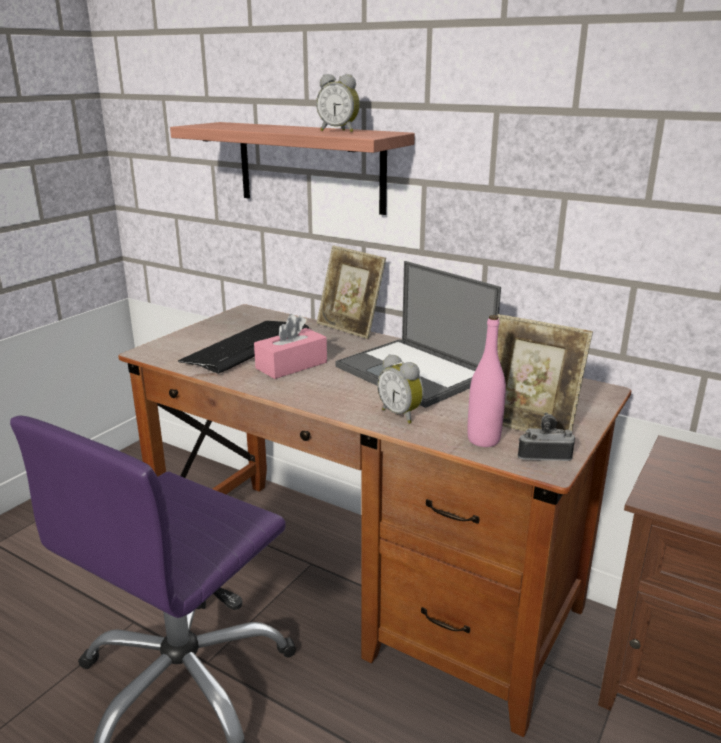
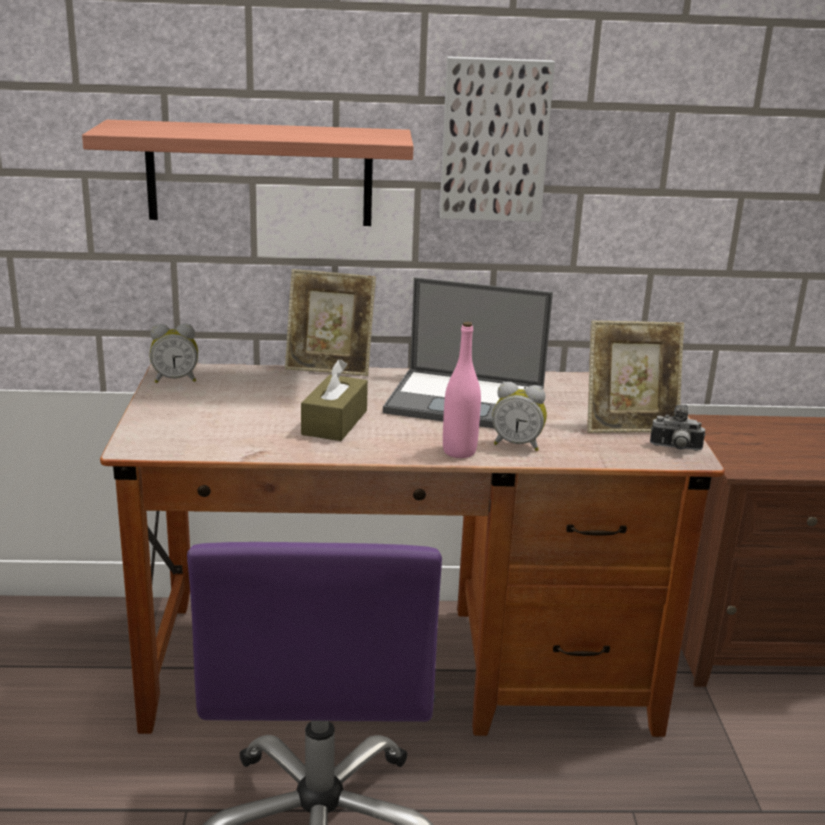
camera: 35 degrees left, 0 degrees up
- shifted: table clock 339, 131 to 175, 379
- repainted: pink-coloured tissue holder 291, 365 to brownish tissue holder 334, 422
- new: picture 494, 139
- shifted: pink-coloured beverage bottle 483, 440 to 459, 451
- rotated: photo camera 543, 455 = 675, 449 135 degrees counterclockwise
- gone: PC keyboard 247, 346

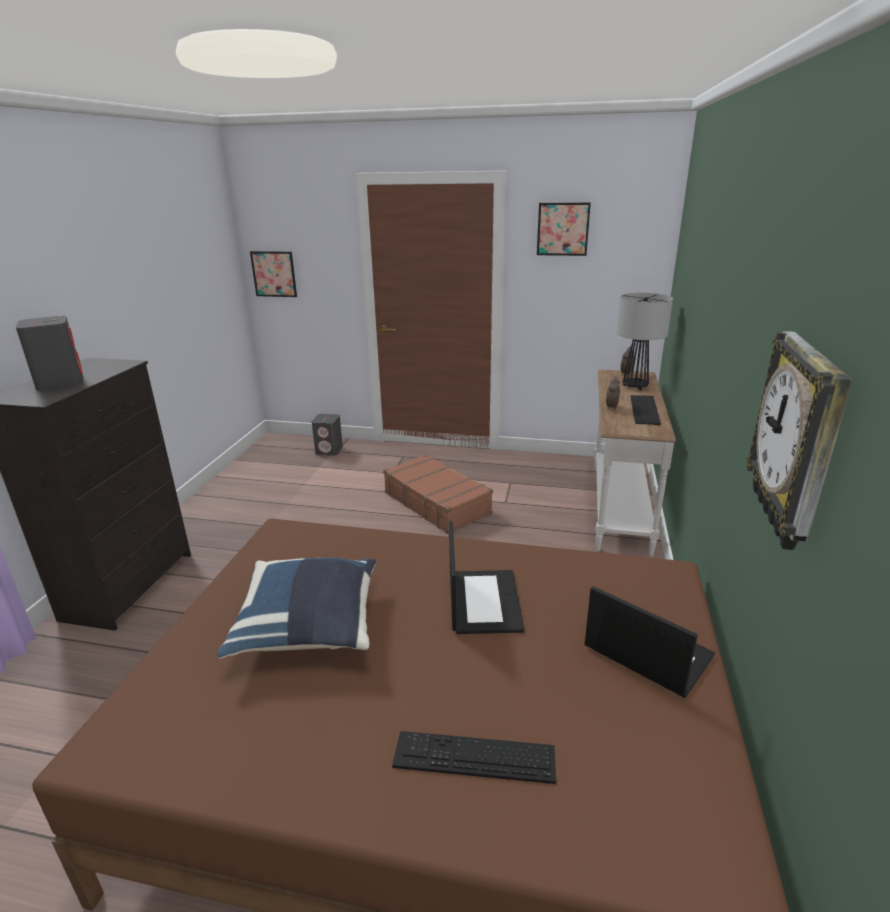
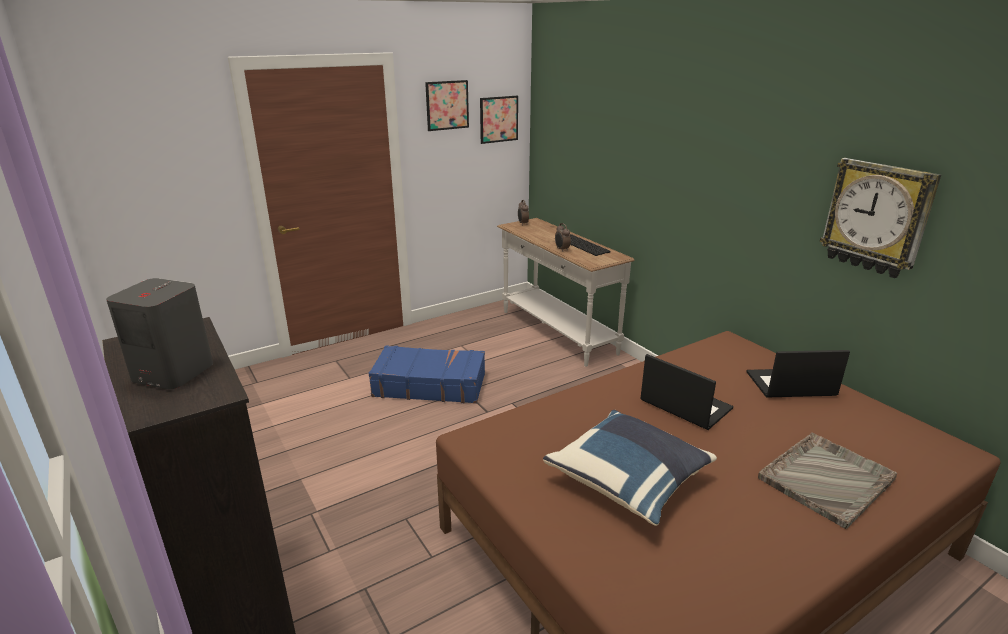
camera: 45 degrees left, 0 degrees up
- repainted: brownish travel case 437, 503 to blue travel case 429, 385
- shifted: picture 274, 274 to 498, 119
- swapped: PC keyboard 474, 756 to gray serving tray 827, 479
- gone: gray audio speaker 329, 450
- gone: tabletop lamp 634, 386

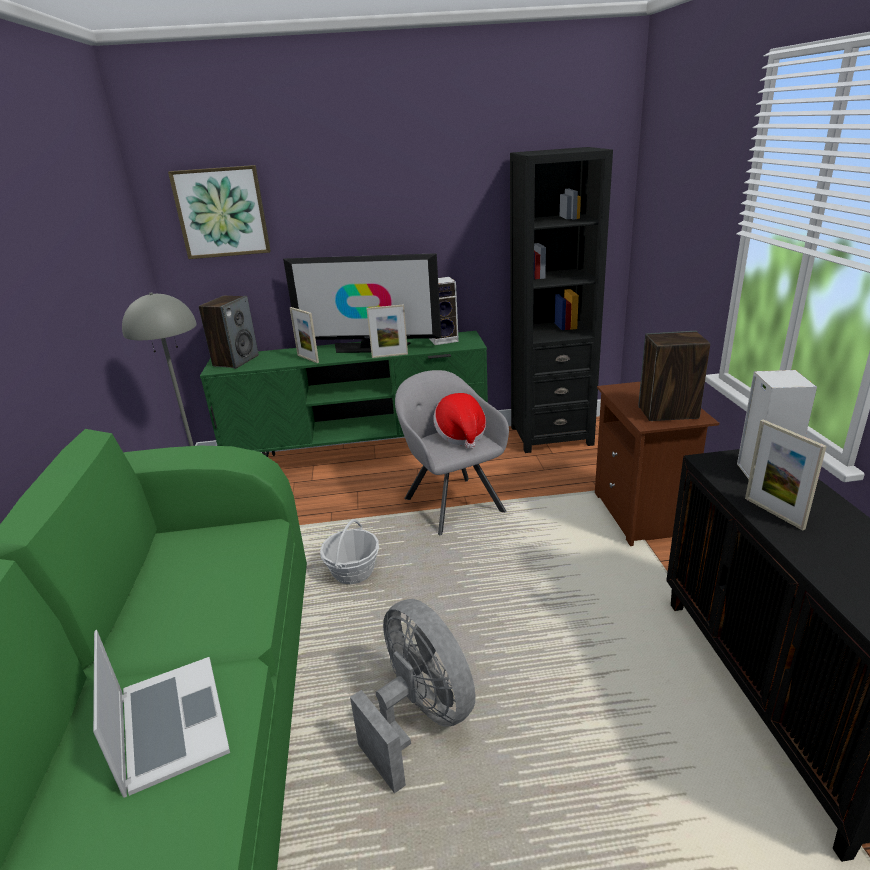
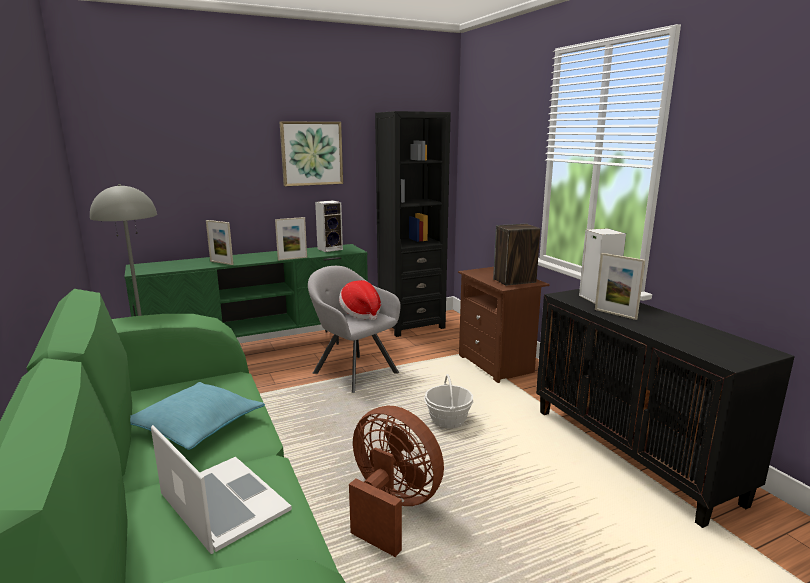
camera: 20 degrees left, 10 degrees down
- new: blue-green pillow 196, 425
- shifted: picture 221, 212 to 311, 153
- repainted: gray electric fan 420, 718 to brownish electric fan 391, 508
- shifted: household basket 353, 572 to 448, 420
- gone: audio speaker 236, 361
- gone: TV set 369, 348

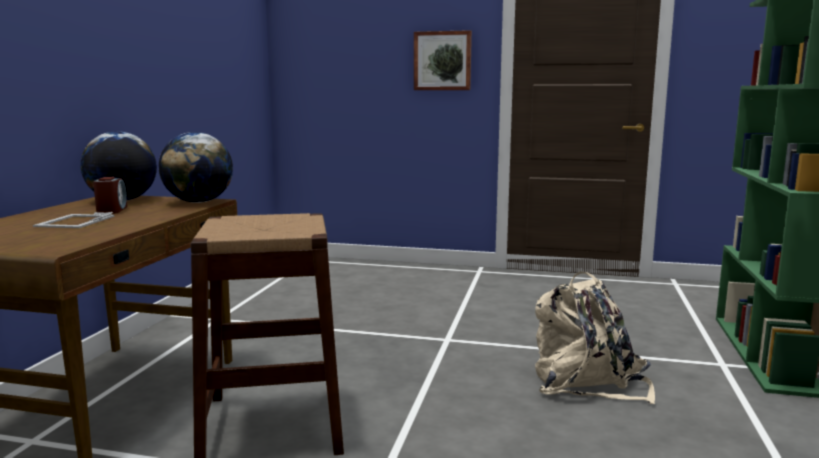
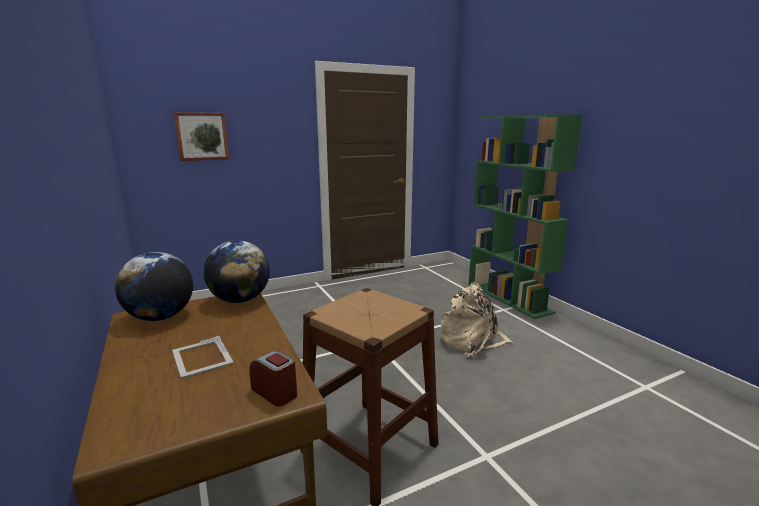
camera: 40 degrees left, 5 degrees up
- shifted: picture 442, 61 to 202, 136
- shifted: table clock 112, 210 to 275, 392

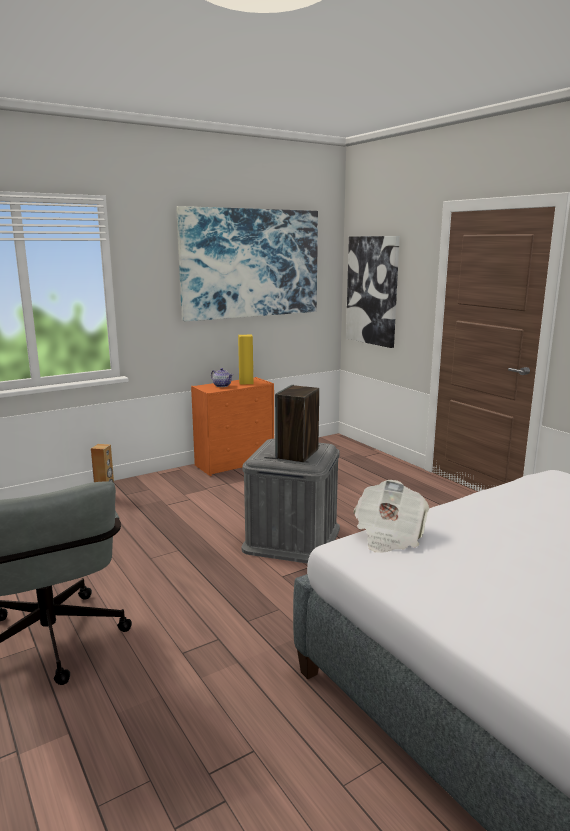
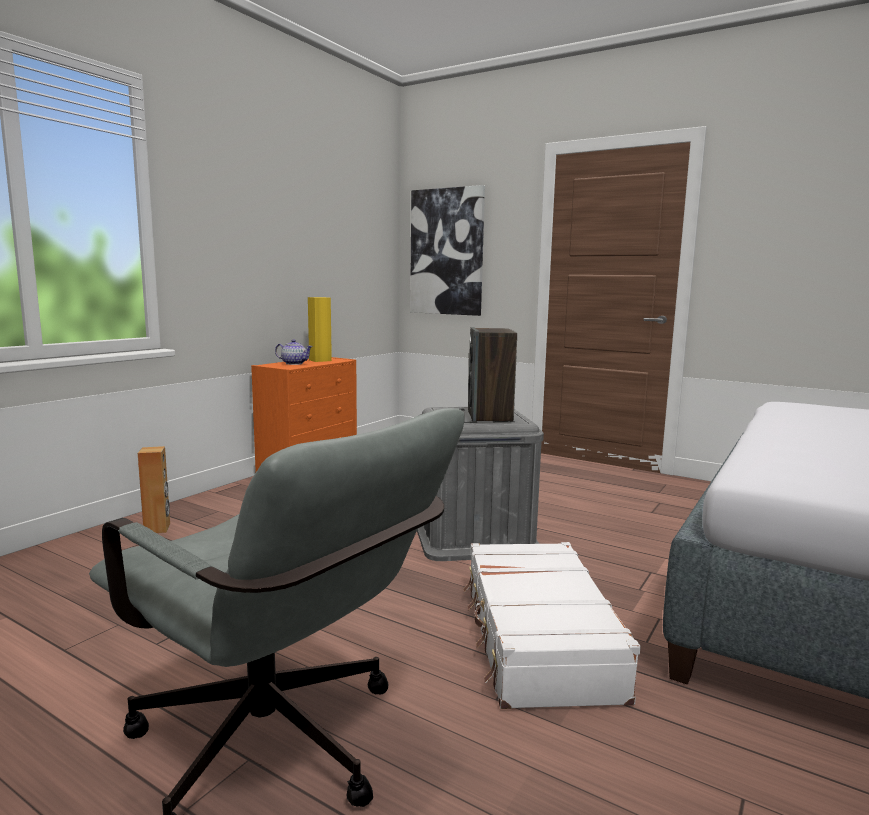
camera: 25 degrees left, 5 degrees down
- new: white-coloured travel case 537, 639
- gone: picture 251, 263
- gone: printed paper 389, 535

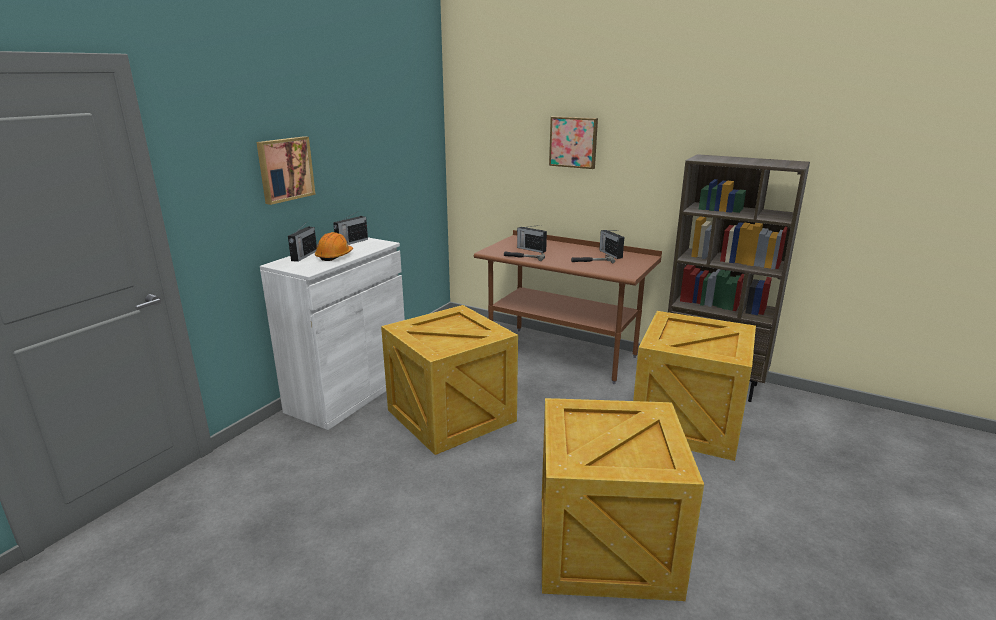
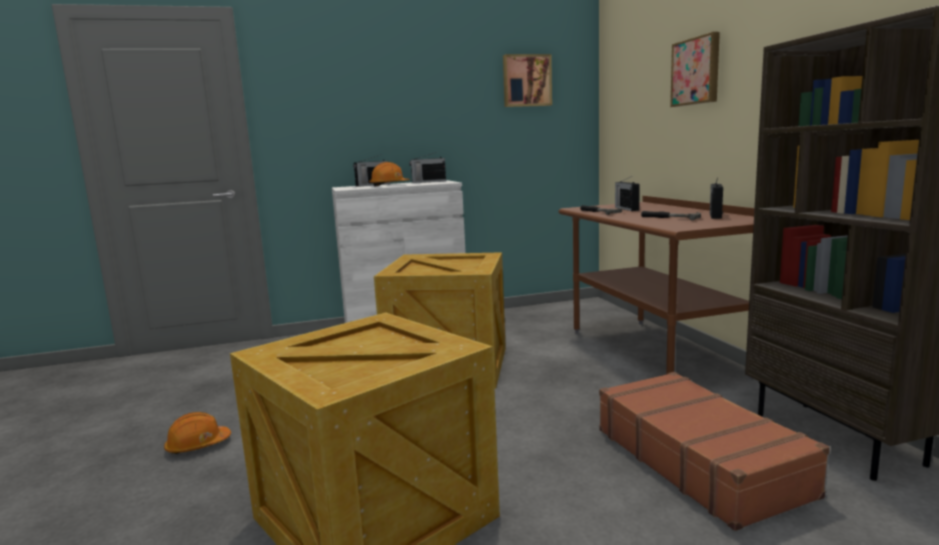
camera: 45 degrees right, 10 degrees down
- new: orange-coloured hard hat 198, 445
- shifted: picture 285, 169 to 526, 81
- swapped: packing crate 685, 423 to brownish travel case 699, 460

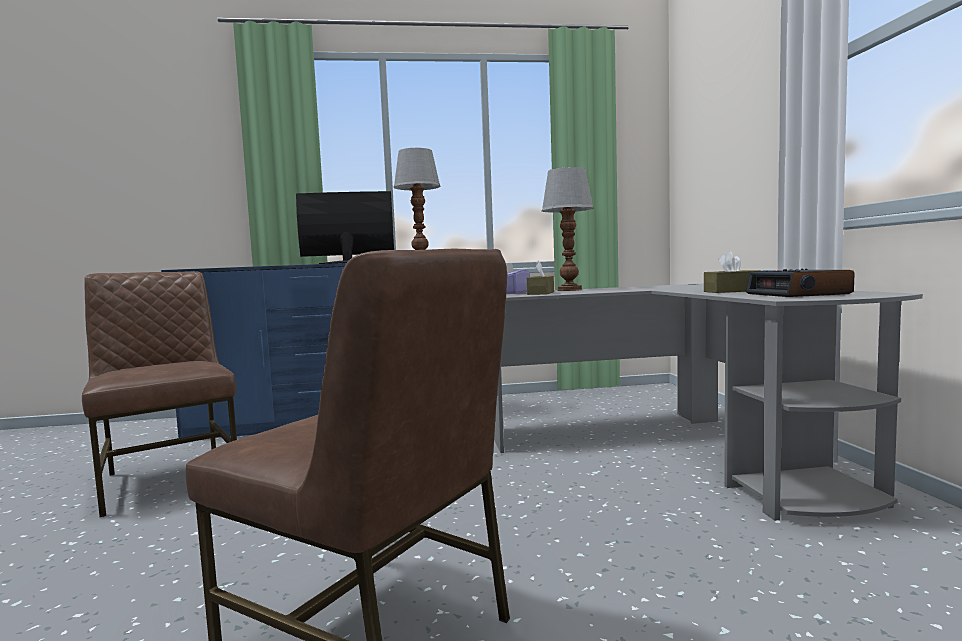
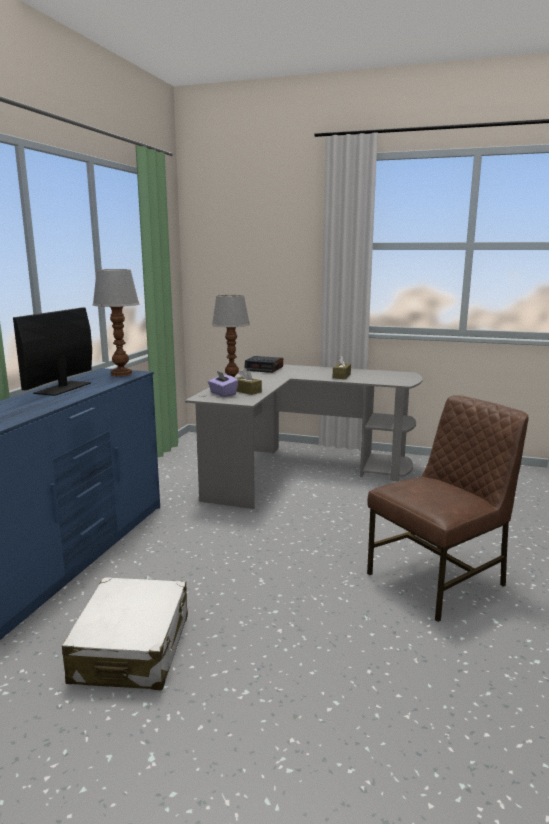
camera: 65 degrees left, 10 degrees up
- swapped: brownish chair 170, 478 to white-coloured travel case 132, 649
- shifted: table clock 798, 294 to 264, 369

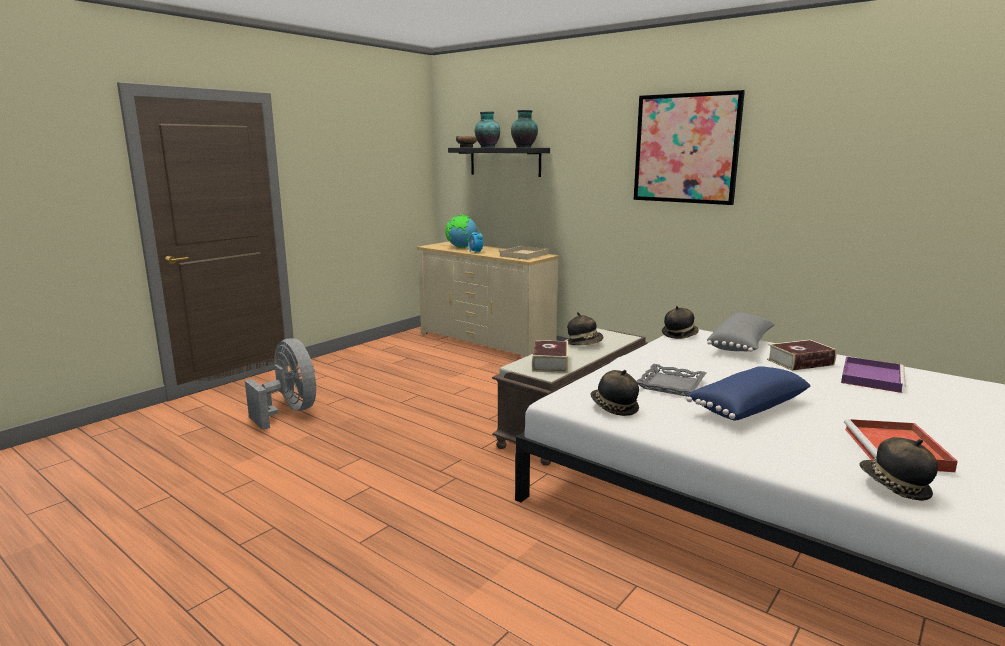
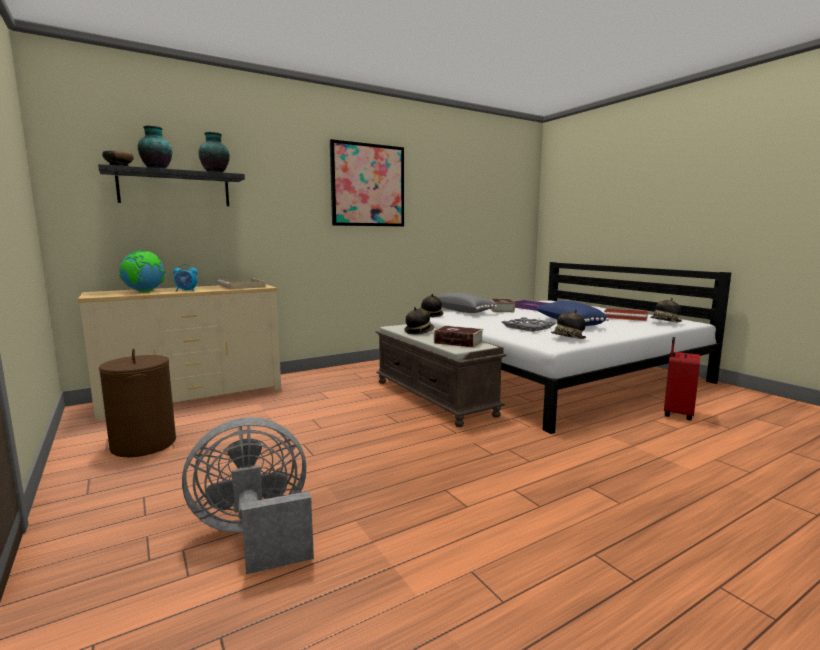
camera: 70 degrees left, 5 degrees down
- new: brownish washing basket 143, 444
- new: reddish travel case 676, 414

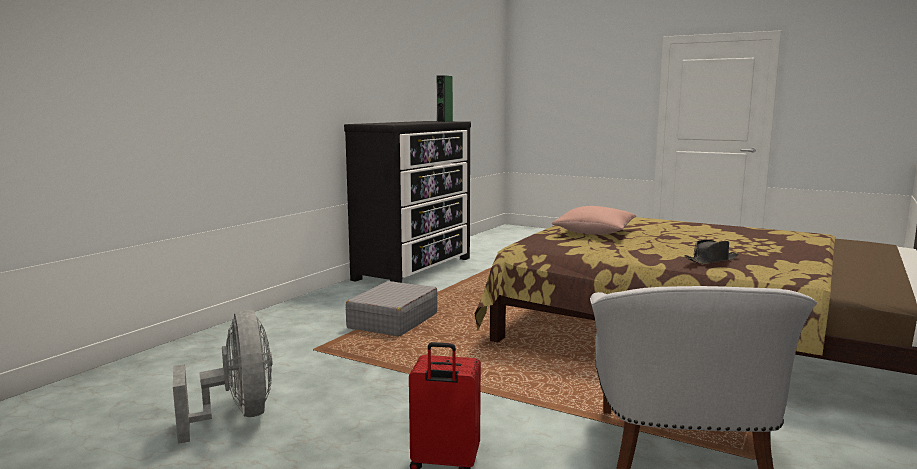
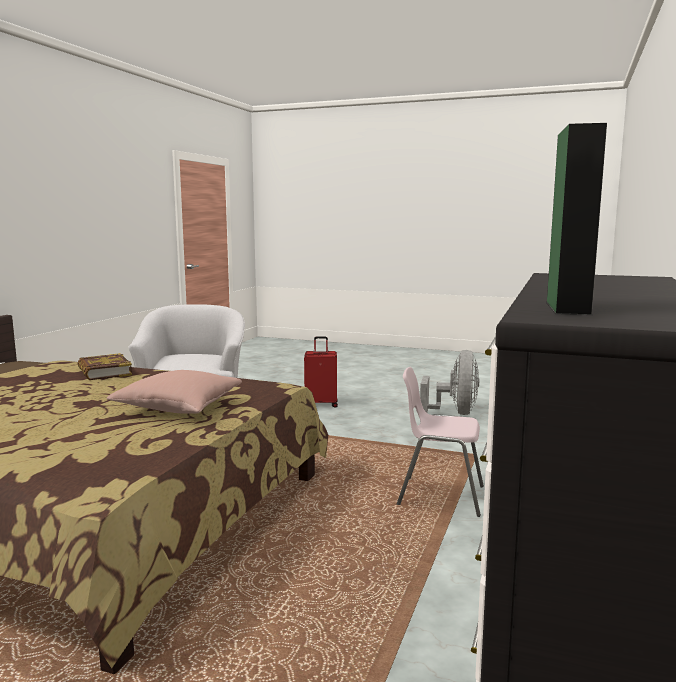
camera: 170 degrees right, 0 degrees up
- swapped: black-coloured wearable hat 711, 260 to volume 104, 372
- swapped: gray travel case 392, 321 to pink-coloured chair 440, 496
- rotated: gray electric fan 237, 416 = 455, 413 135 degrees counterclockwise

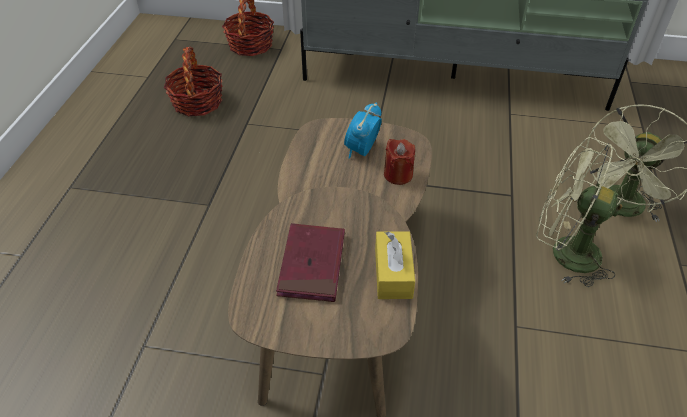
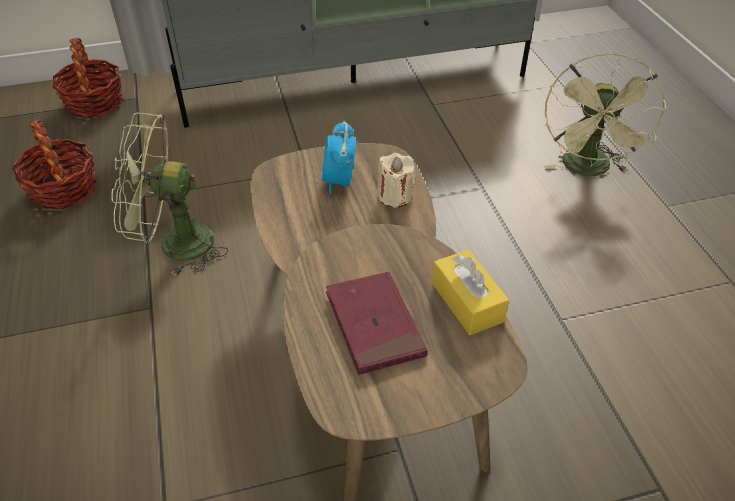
camera: 25 degrees left, 0 degrees up
- shifted: greenish electric fan 564, 253 to 174, 244
- repainted: reddish candle 398, 175 to beige candle 395, 196

